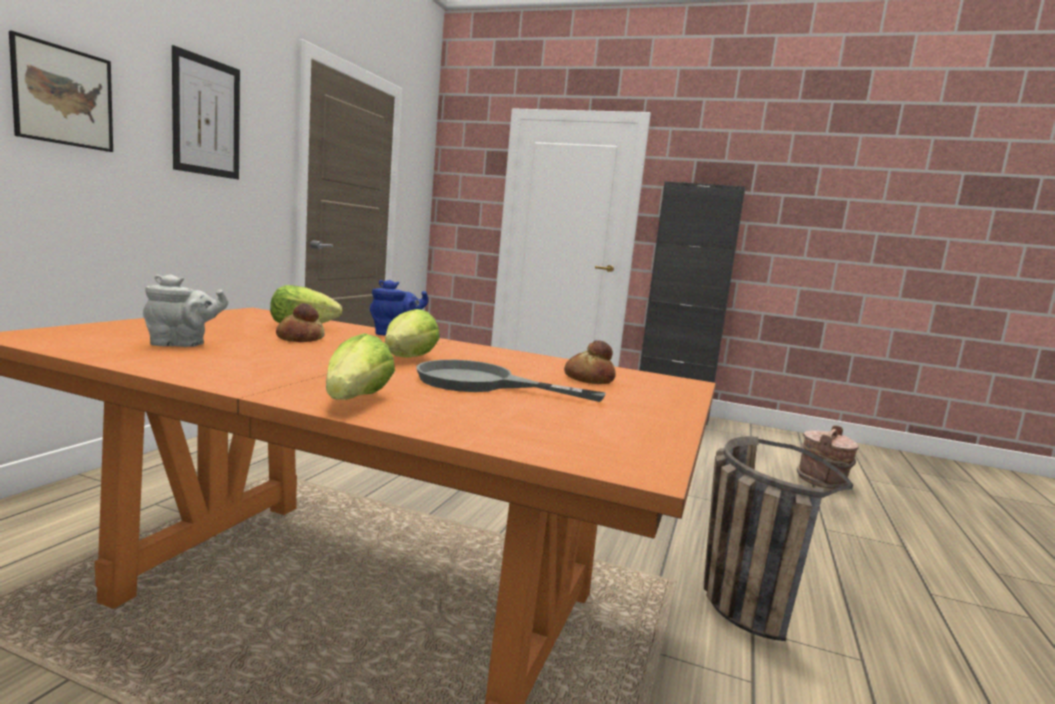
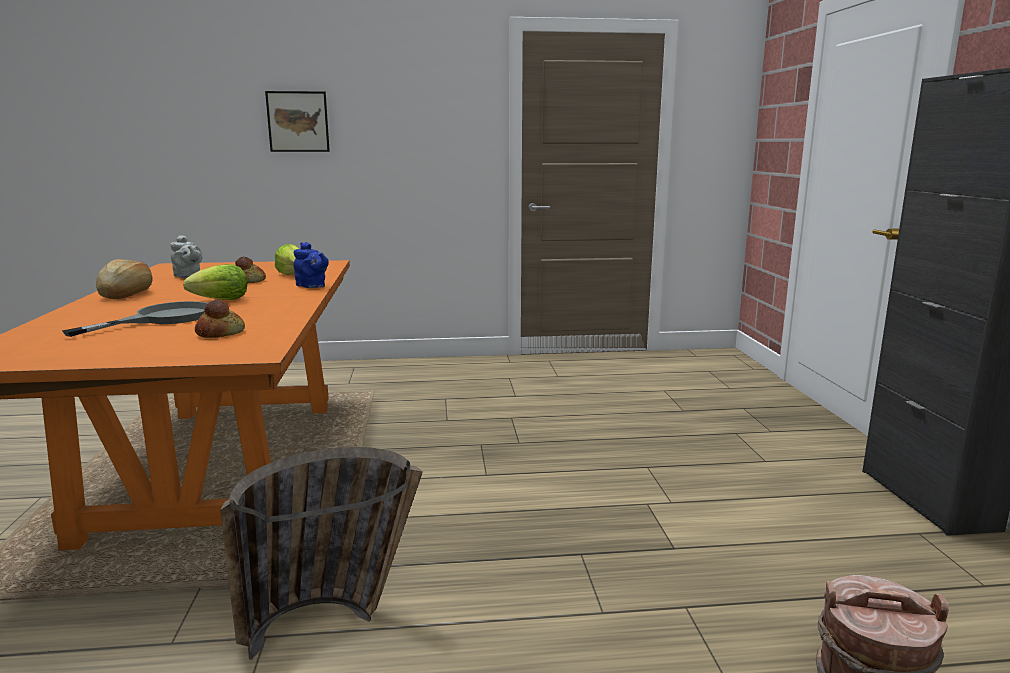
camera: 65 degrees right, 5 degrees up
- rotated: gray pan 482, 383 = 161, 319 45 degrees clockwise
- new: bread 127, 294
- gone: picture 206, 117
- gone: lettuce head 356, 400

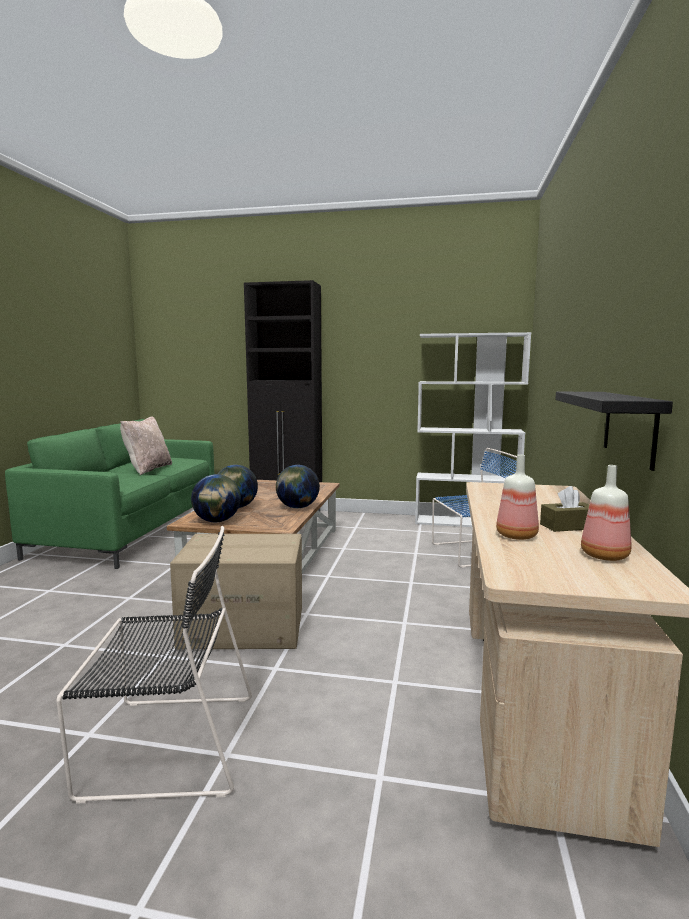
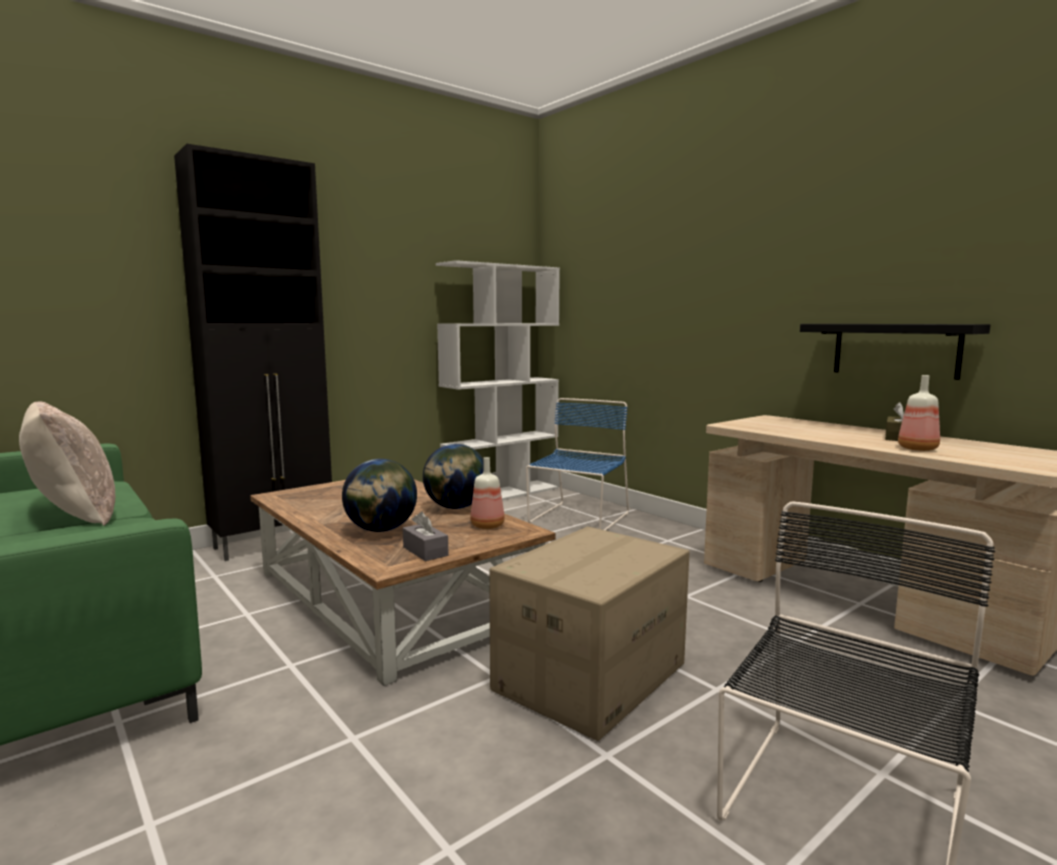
camera: 50 degrees left, 0 degrees up
- swapped: globe 217, 521 to gray tissue holder 425, 551
- shifted: beverage bottle 606, 556 to 488, 526

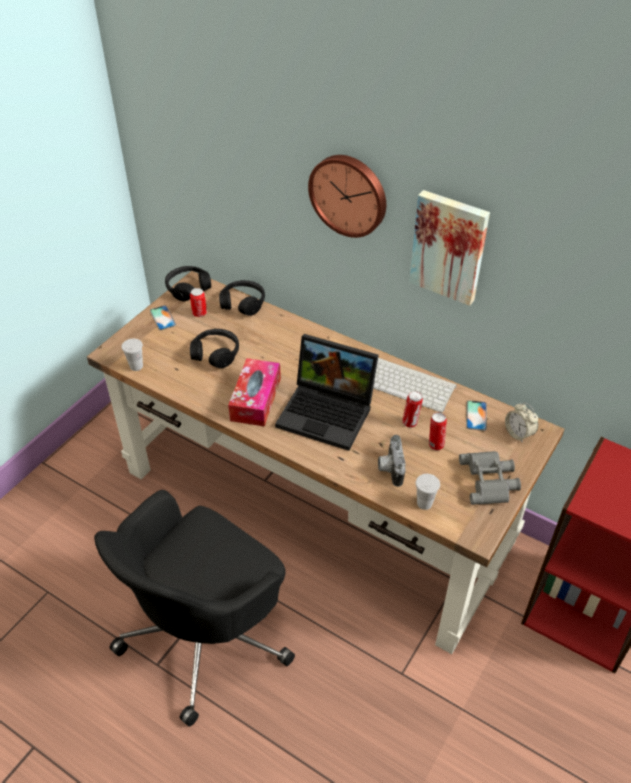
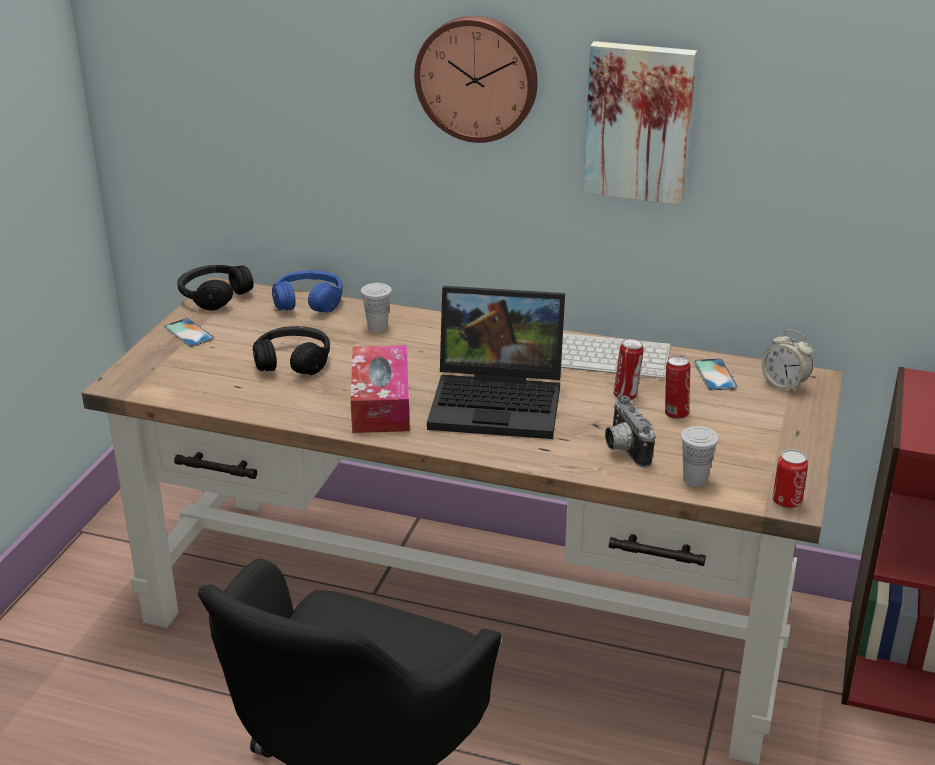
camera: 15 degrees left, 15 degrees down
- repainted: black-coloured pair of headphones 243, 303 to blue pair of headphones 309, 302
- shifted: white-coloured drinking cup 136, 366 to 377, 328
- shifted: sealed can 199, 313 to 786, 501
- gone: gray field glasses 490, 481

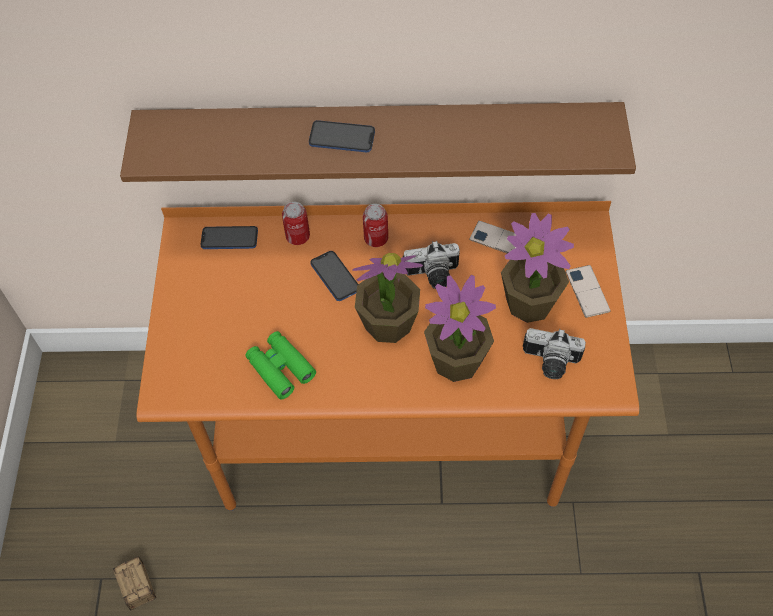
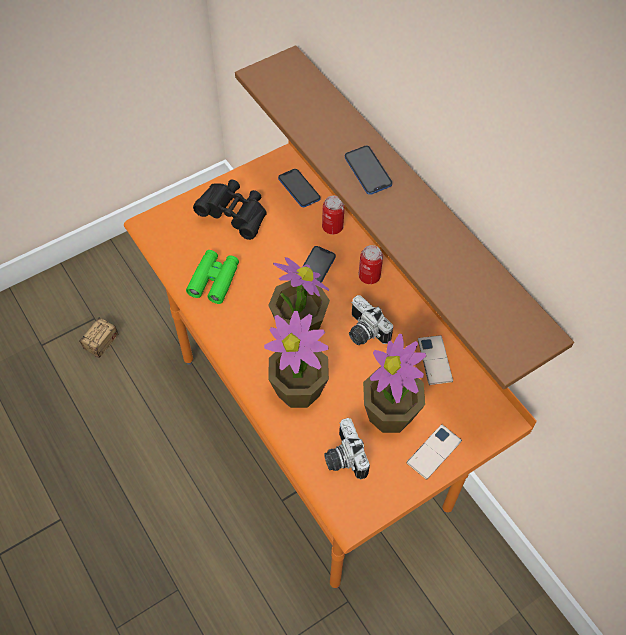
camera: 55 degrees right, 0 degrees up
- new: black-coloured field glasses 235, 215

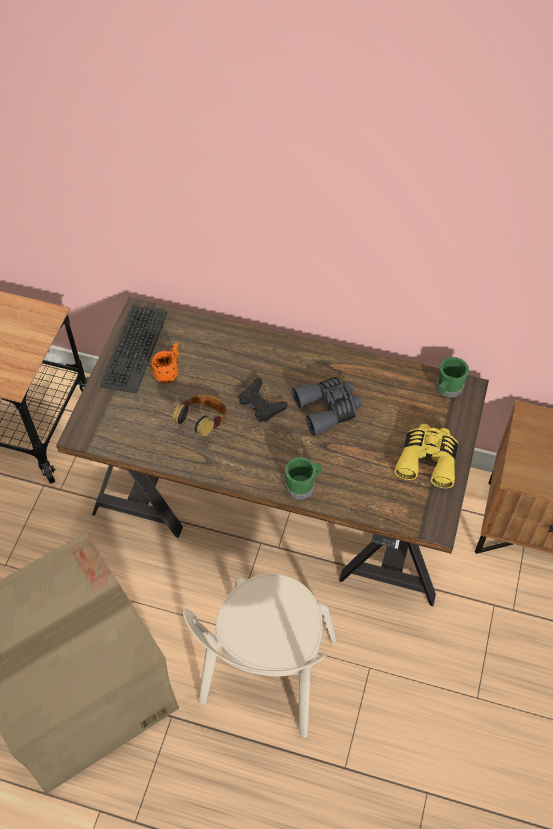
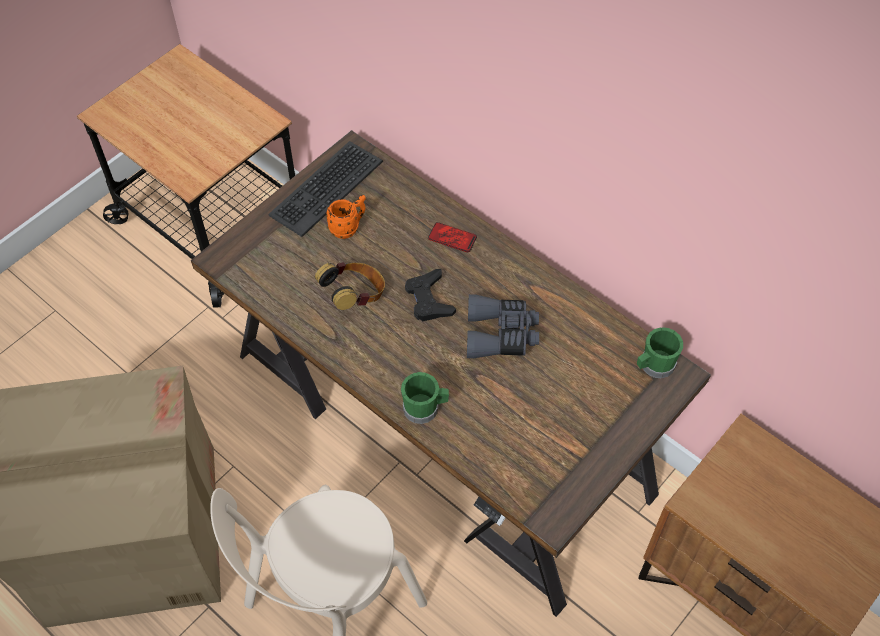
camera: 25 degrees right, 0 degrees up
- new: handset 452, 238
- gone: yellow-coloured field glasses 427, 459

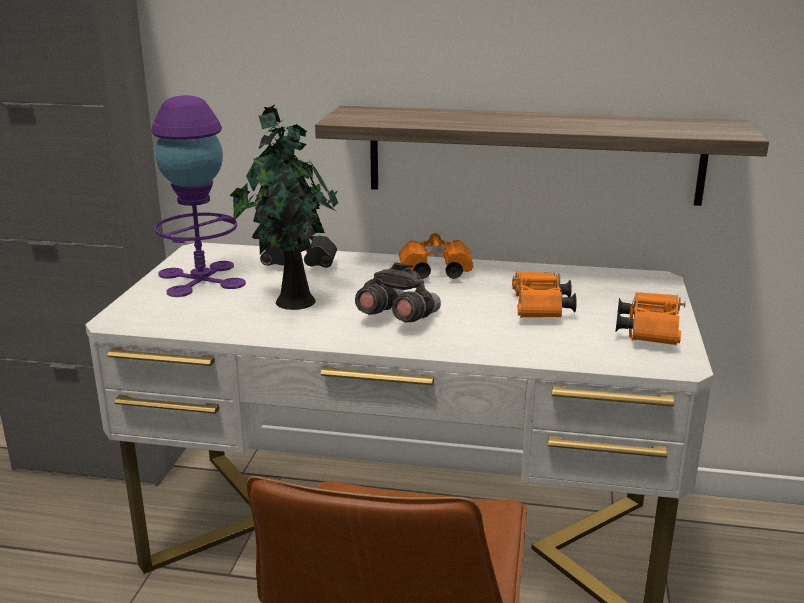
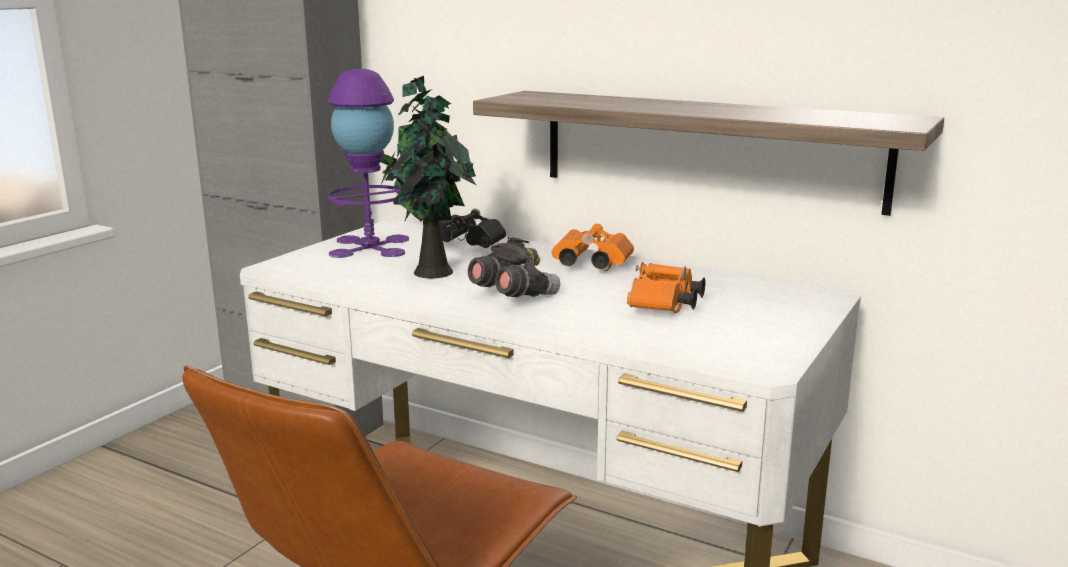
camera: 20 degrees right, 5 degrees down
- gone: orange-coloured field glasses 649, 332

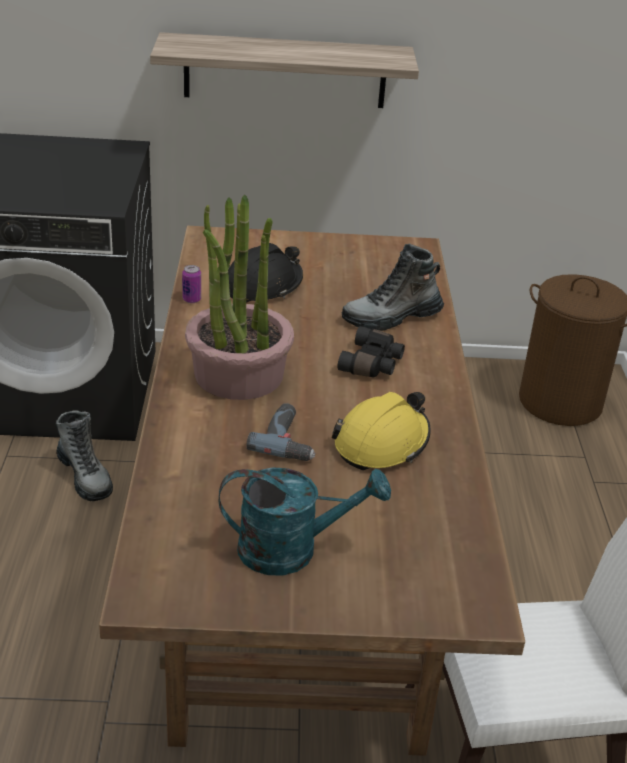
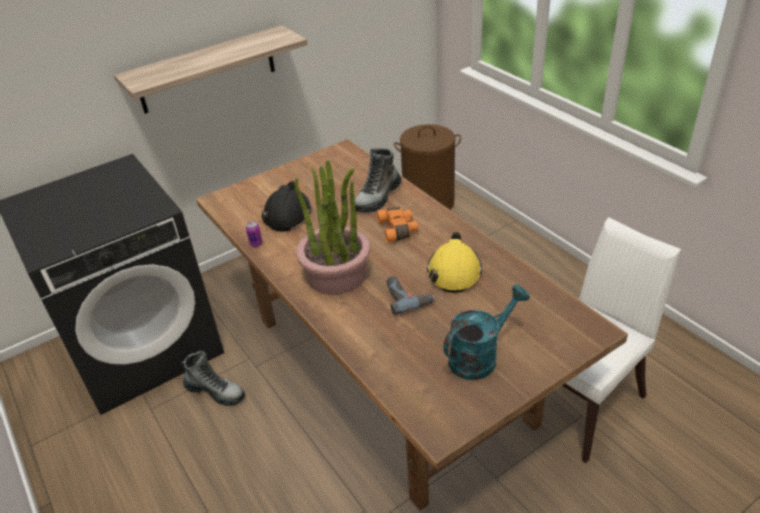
camera: 30 degrees left, 5 degrees up
- repainted: black-coloured field glasses 372, 364 to orange-coloured field glasses 398, 229

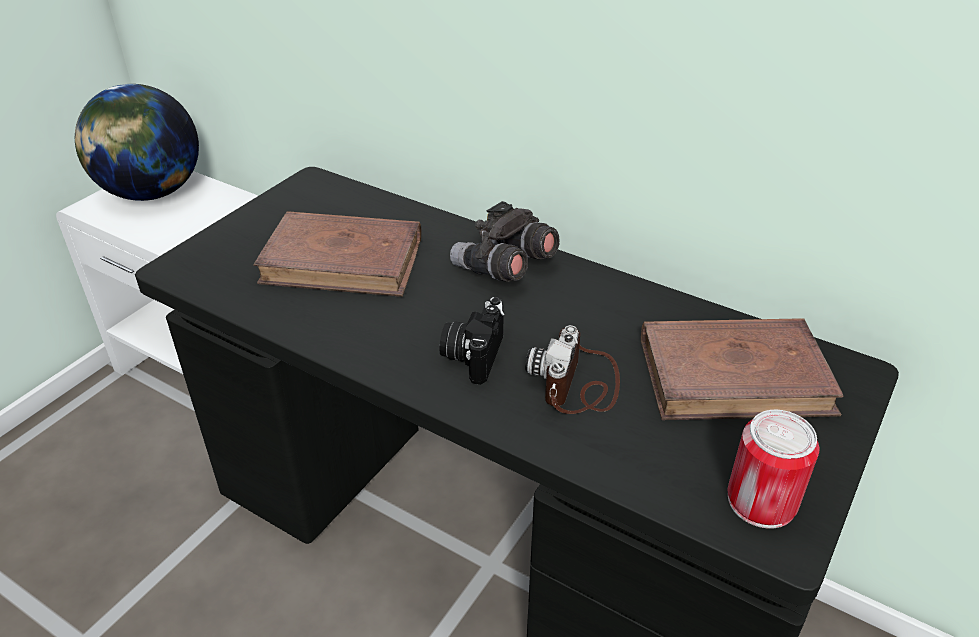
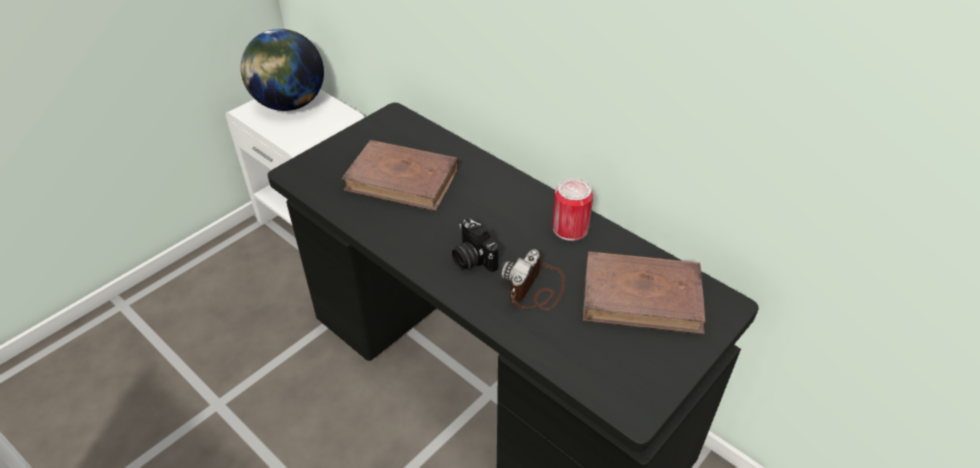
camera: 10 degrees right, 5 degrees up
- rotated: photo camera 472, 355 = 472, 259 60 degrees counterclockwise
- shifted: sealed can 761, 501 to 570, 228
- gone: gray field glasses 504, 268

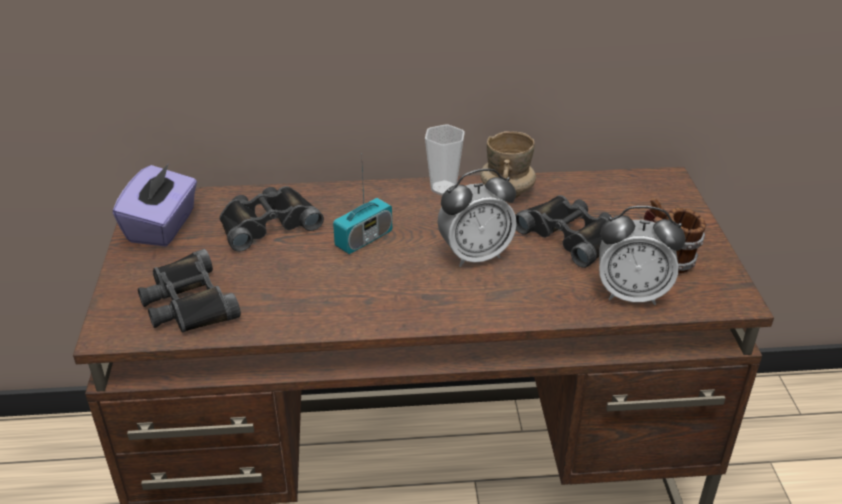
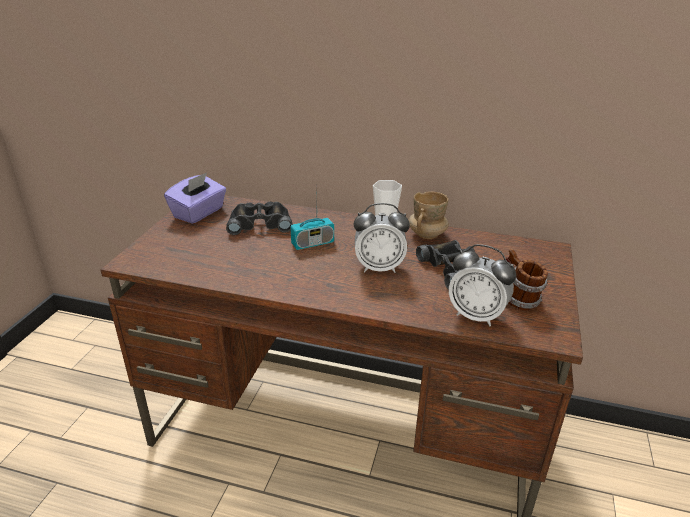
camera: 20 degrees right, 5 degrees down
- gone: black-coloured field glasses 188, 303

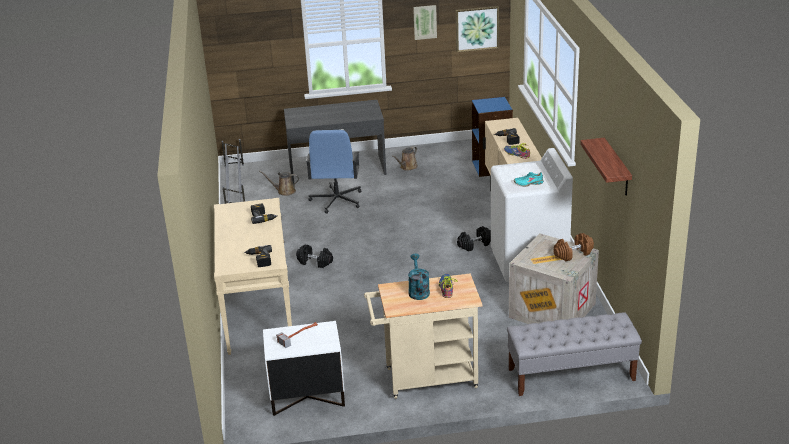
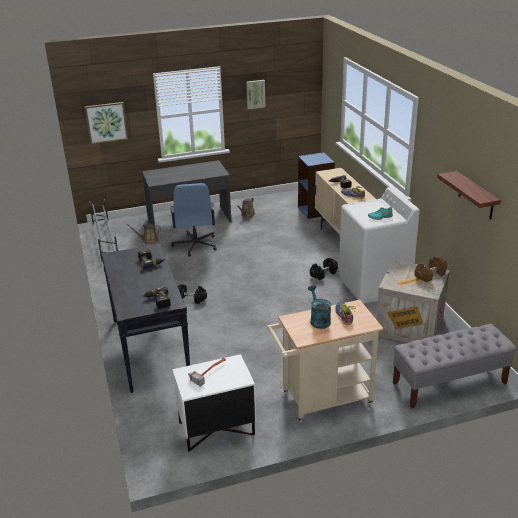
camera: 10 degrees left, 0 degrees up
- shifted: picture 477, 28 to 106, 122
- repainted: beige narrow table 258, 311 to black-coloured narrow table 149, 348

